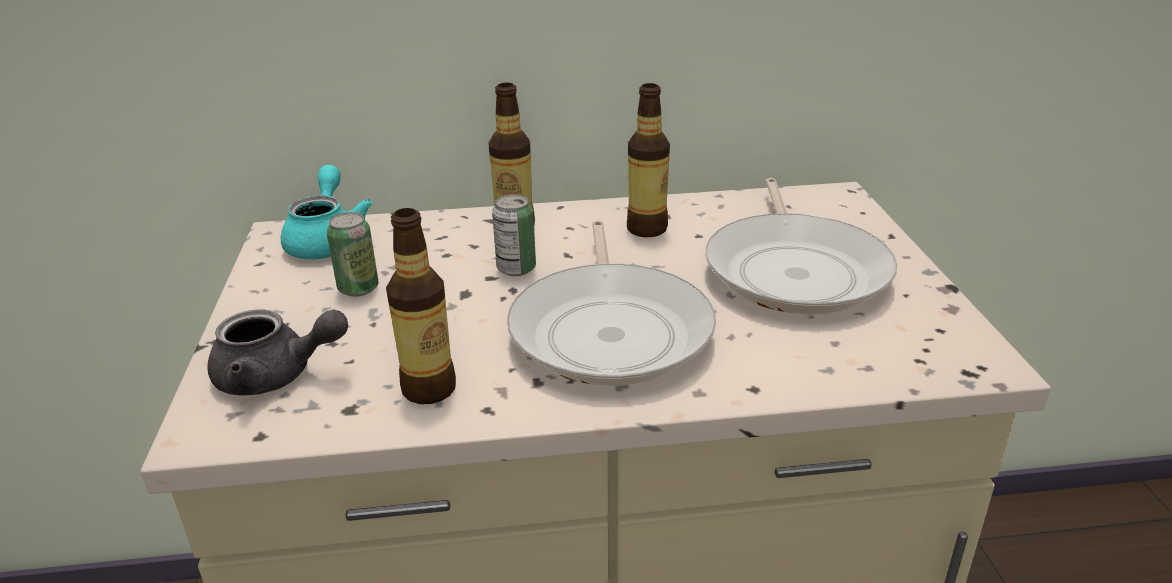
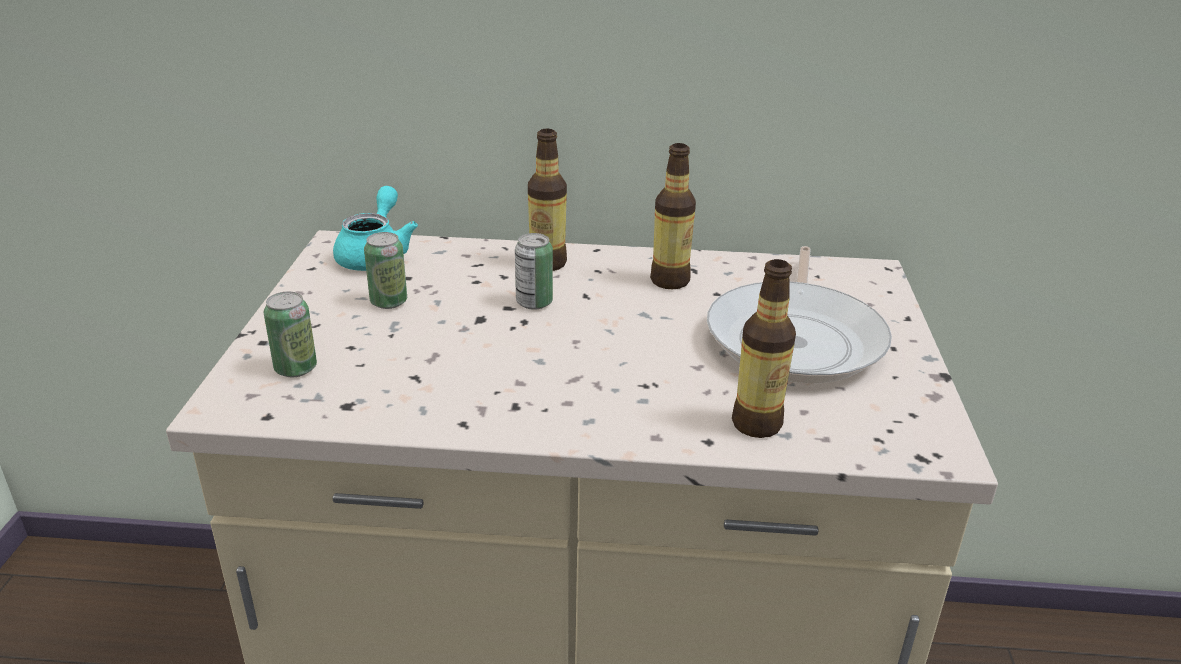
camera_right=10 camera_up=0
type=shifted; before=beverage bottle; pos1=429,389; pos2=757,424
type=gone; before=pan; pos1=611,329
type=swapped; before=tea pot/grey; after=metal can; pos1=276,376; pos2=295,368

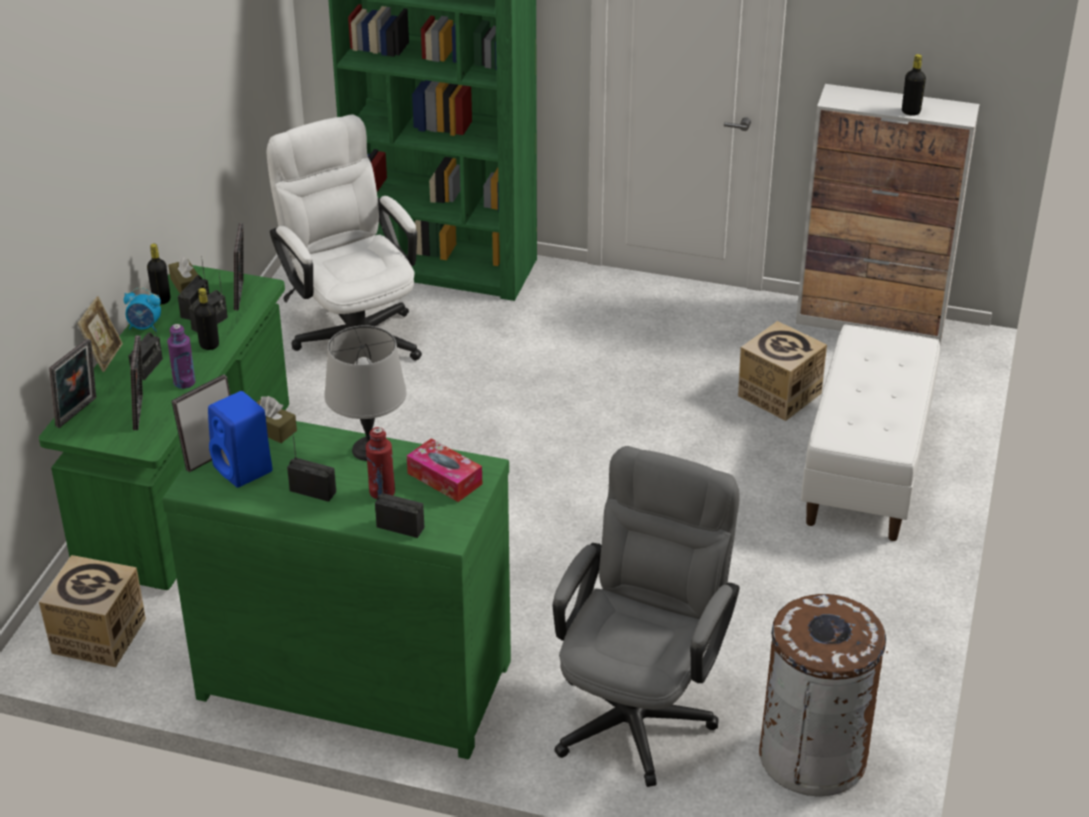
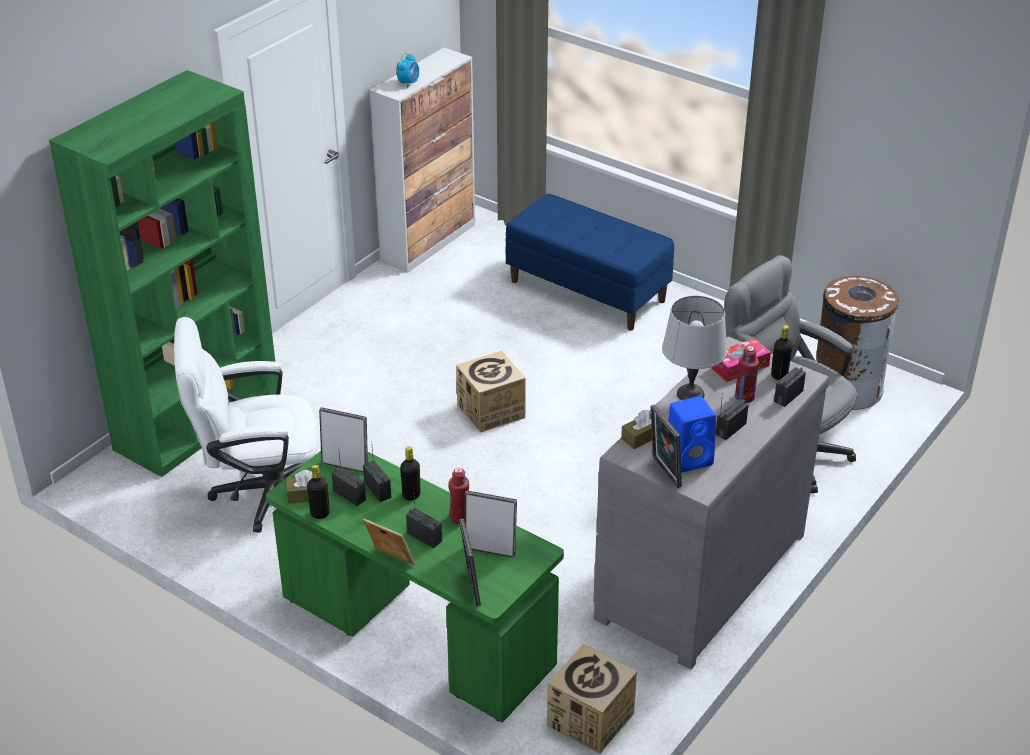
camera_right=-70 camera_up=0
type=shifted; before=beverage bottle/black; pos1=911,112; pos2=779,375
type=shifted; before=alarm clock; pos1=145,327; pos2=408,83
type=shifted; before=cardboard box; pos1=779,394; pos2=491,411
type=repainted; before=beverage bottle/purple; after=beverage bottle/red-coloured; pos1=184,382; pos2=459,518
type=repainted; before=indoor bench/white; after=indoor bench/bluish; pos1=867,470; pos2=588,291
type=rotated; before=photo frame; pos1=79,413; pos2=470,588; turn=-150
type=repainted; before=chest of drawers/green; after=chest of drawers/grey; pos1=356,675; pos2=697,575

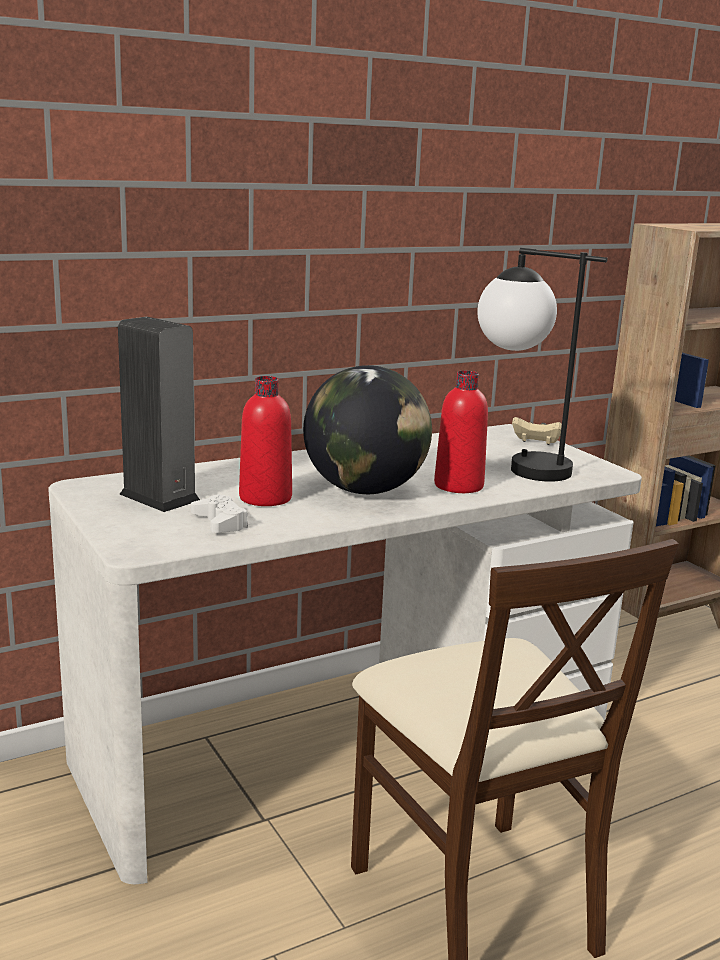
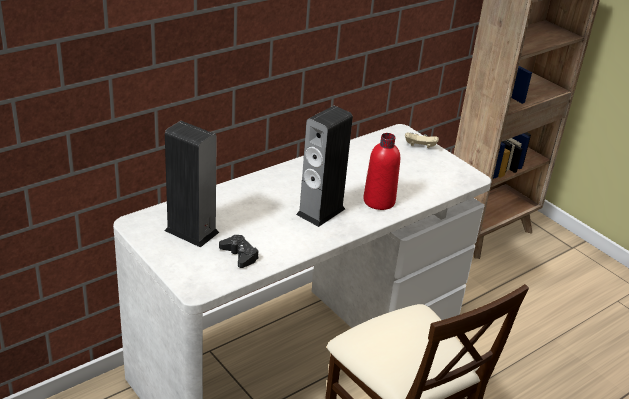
camera_right=-10 camera_up=15
type=gone; before=table lamp; pos1=517,466
type=swapped; before=world globe; after=loudspeaker; pos1=364,490; pos2=320,211
type=gone; before=beverage bottle/red-coloured; pos1=265,498
type=repainted; before=game controller/white; after=game controller/black; pos1=220,522; pos2=239,255

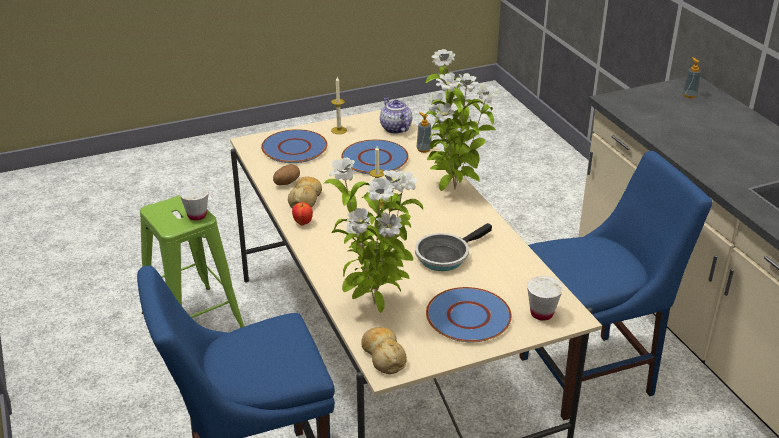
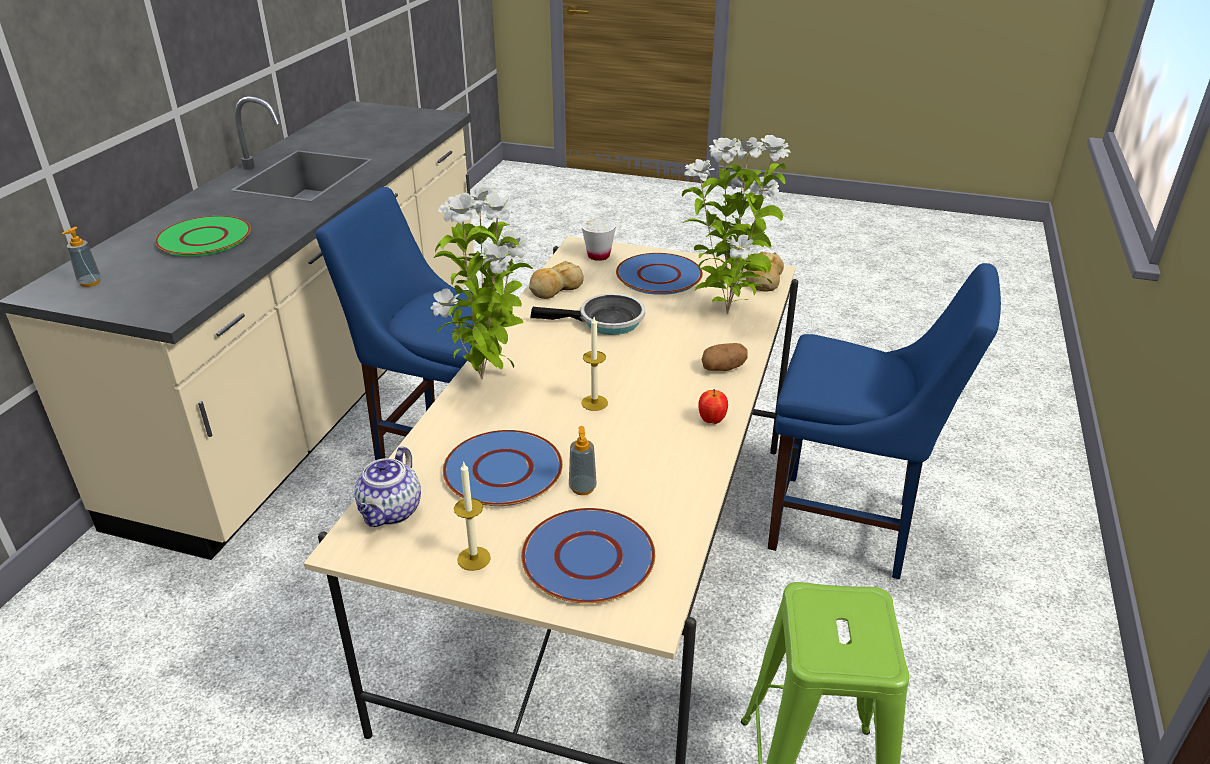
camera_right=-140 camera_up=0
type=shifted; before=soap bottle; pos1=423,149; pos2=582,488
type=shifted; before=spud; pos1=286,182; pos2=723,368
type=shifted; before=bakery bread; pos1=305,199; pos2=555,288
type=gone; before=small cup/white; pos1=197,215
type=new; after=dinner plate/green; pos2=203,238

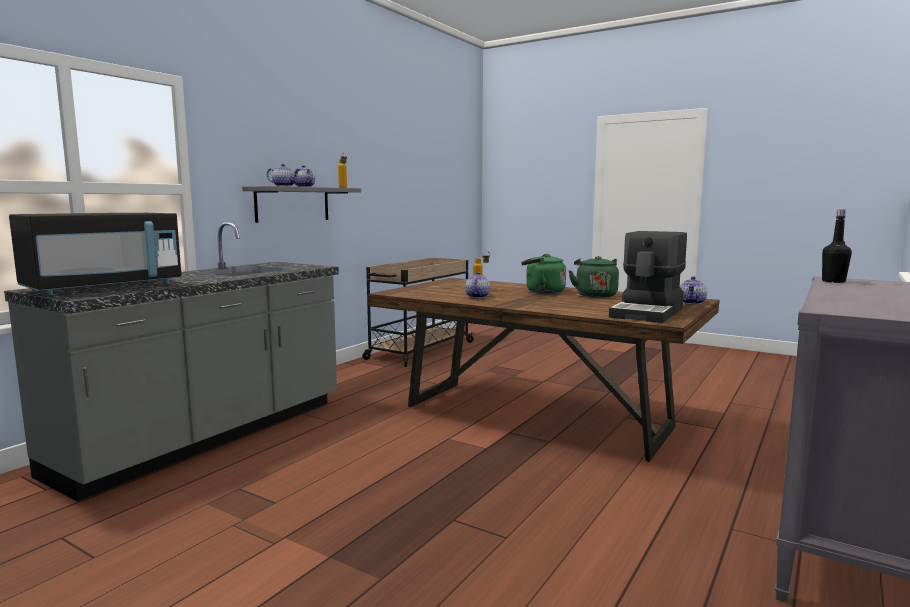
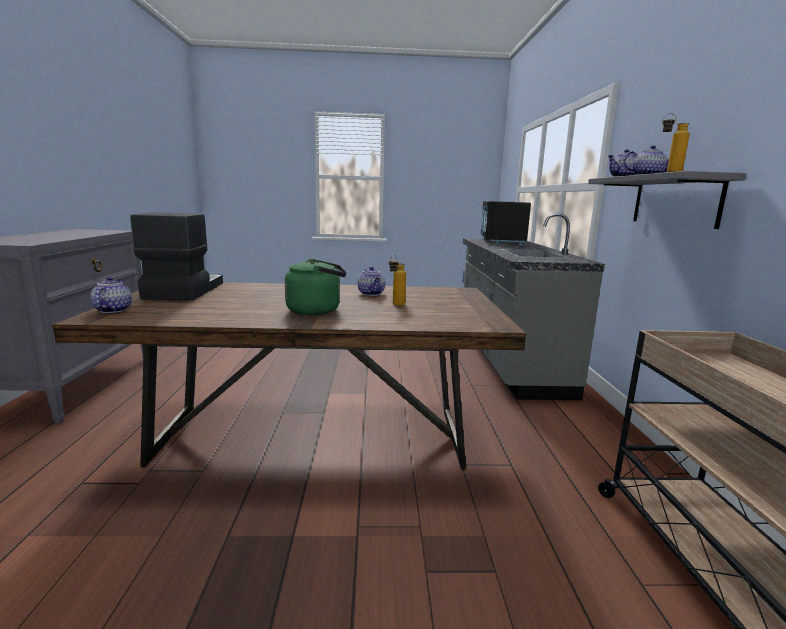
camera_right=145 camera_up=5
type=gone; before=beverage bottle/black; pos1=833,281
type=gone; before=kettle/green; pos1=595,295

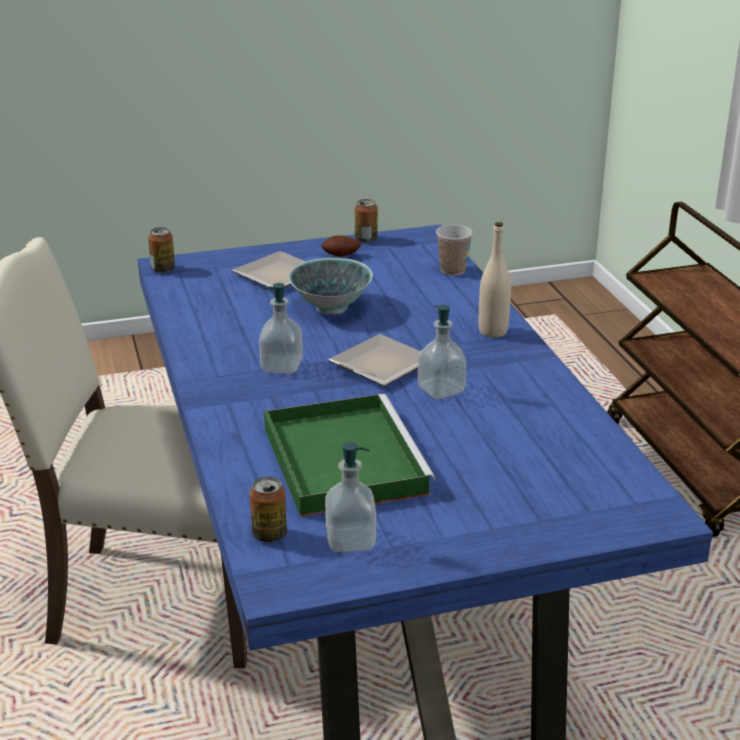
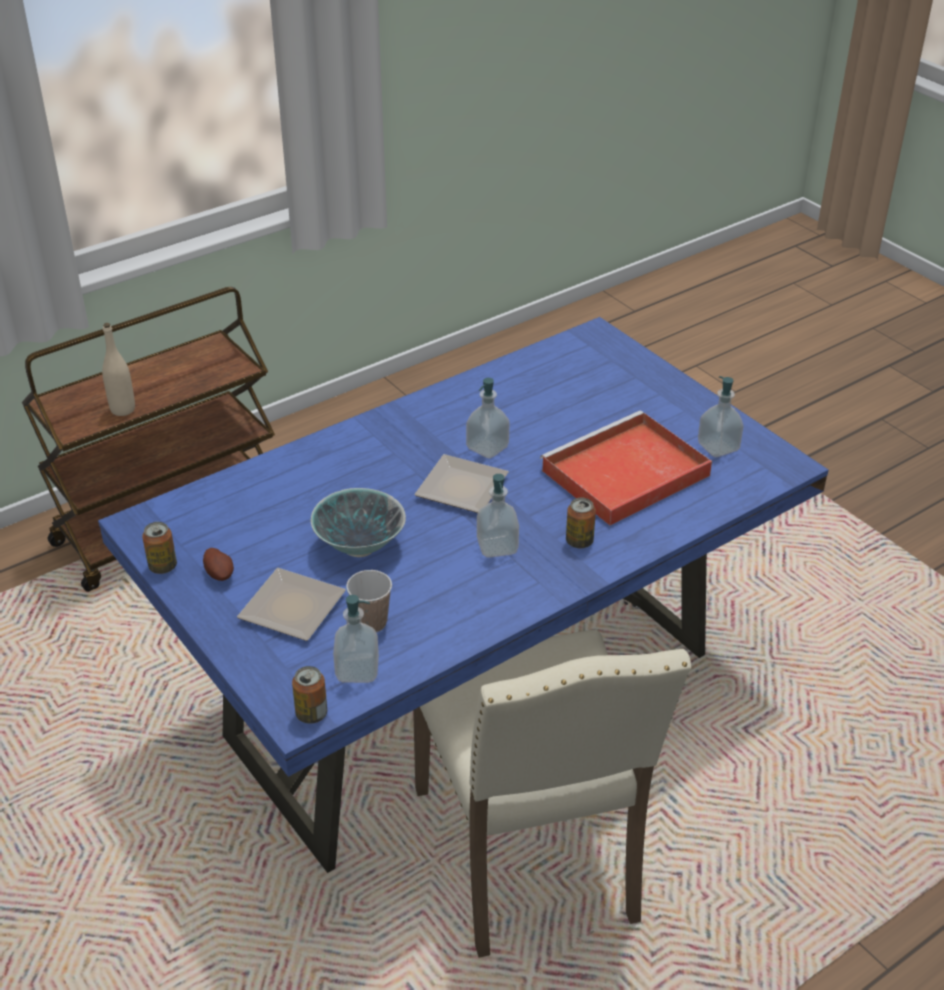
camera_right=-110 camera_up=10
type=shifted; before=beverage bottle/sand-coloured; pos1=493,331; pos2=123,409
type=shifted; before=small cup; pos1=452,270; pos2=371,623
type=repainted; before=carrying tray/green; after=carrying tray/red-coloured; pos1=342,458; pos2=623,474
type=shifted; before=metal can; pos1=269,535; pos2=579,541
type=new; after=soap bottle; pos2=357,670

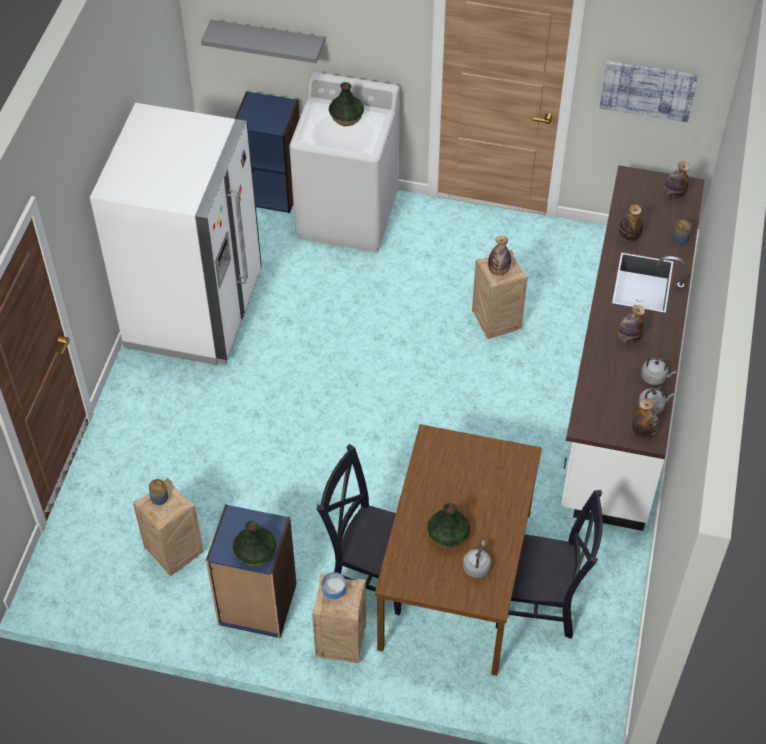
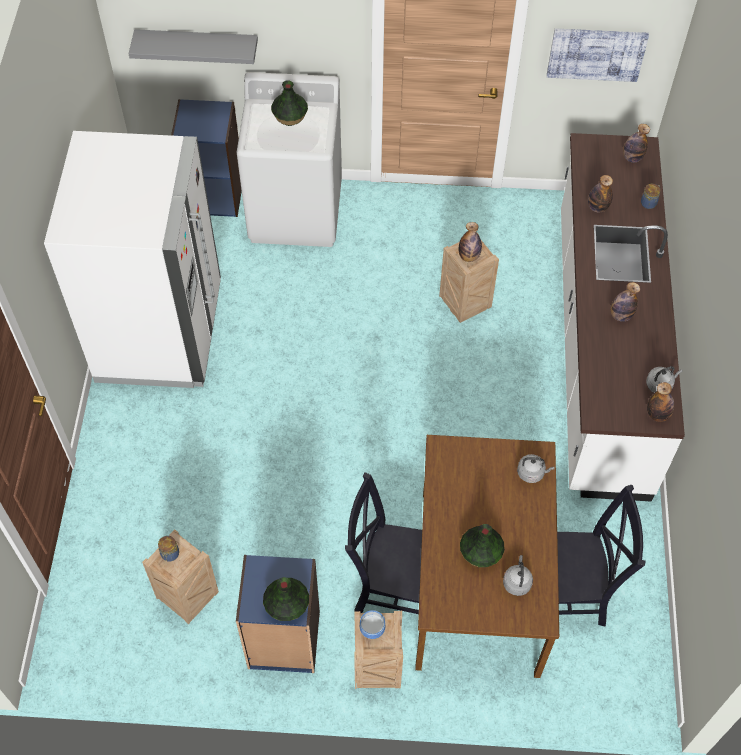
camera_right=-10 camera_up=5
type=shifted; before=kettle/grey; pos1=655,377; pos2=532,473

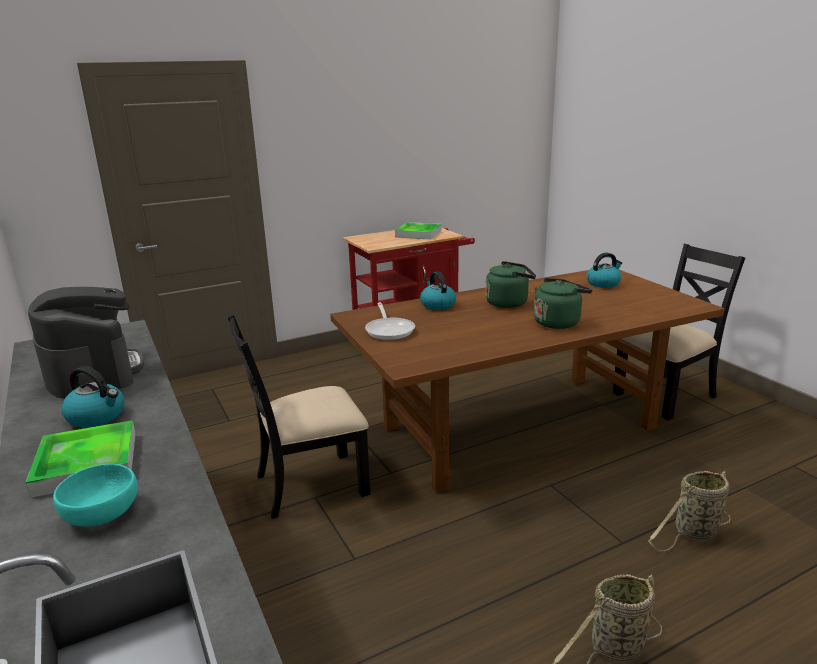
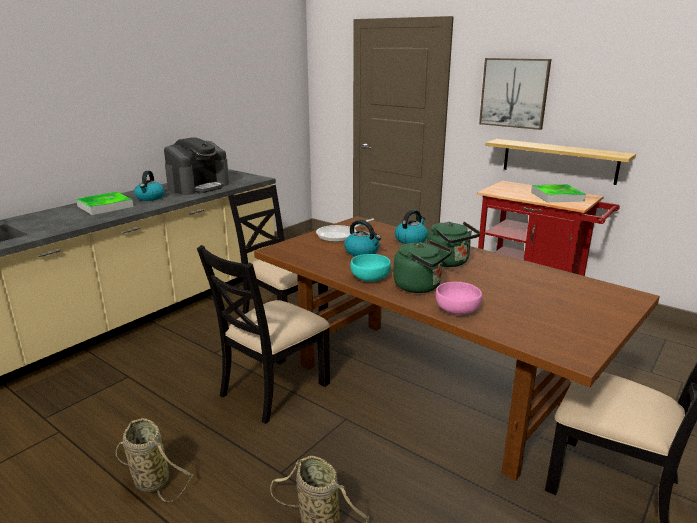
camera_right=65 camera_up=0
type=shifted; before=kettle; pos1=603,283; pos2=362,252
type=shifted; before=serving bowl/turquoise-coloured; pos1=100,513; pos2=369,277
type=new; after=wall picture; pos2=514,93
type=new; after=bracket shelf; pos2=559,161
type=new; after=chair/black; pos2=273,389
type=new; after=serving bowl/pinkish; pos2=456,309

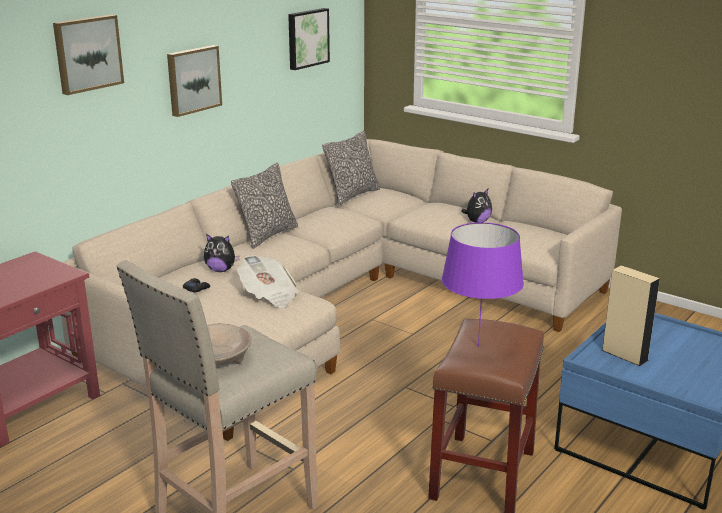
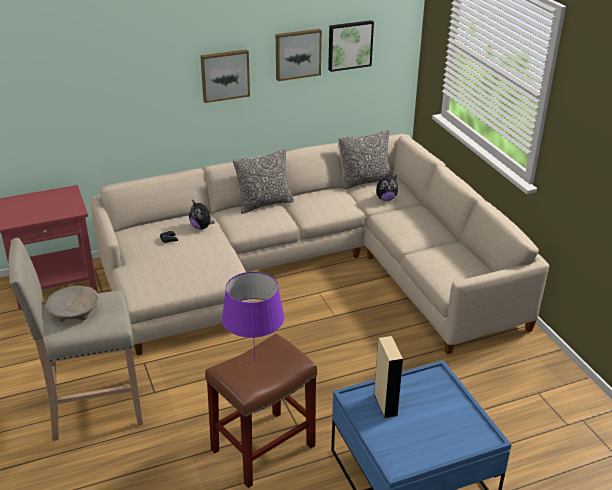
camera_right=30 camera_up=10
type=shifted; before=wall picture; pos1=87,53; pos2=297,54
type=shifted; before=soft toy; pos1=477,222; pos2=386,199
type=gone; before=daily paper; pos1=269,296

